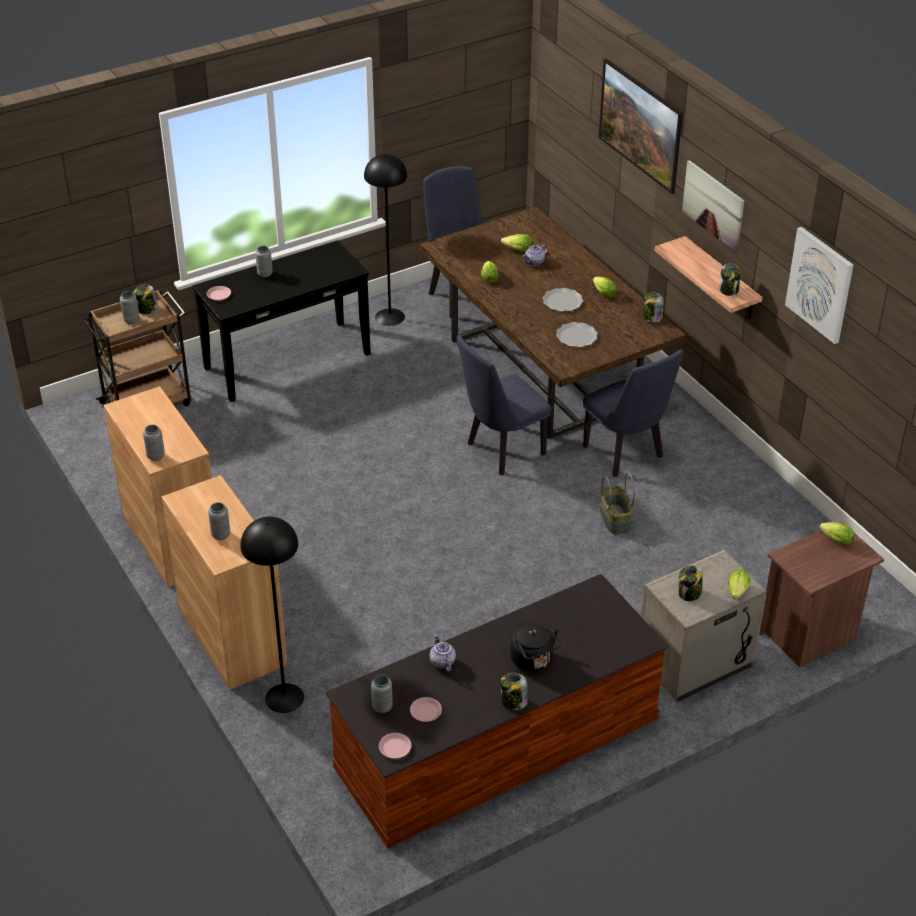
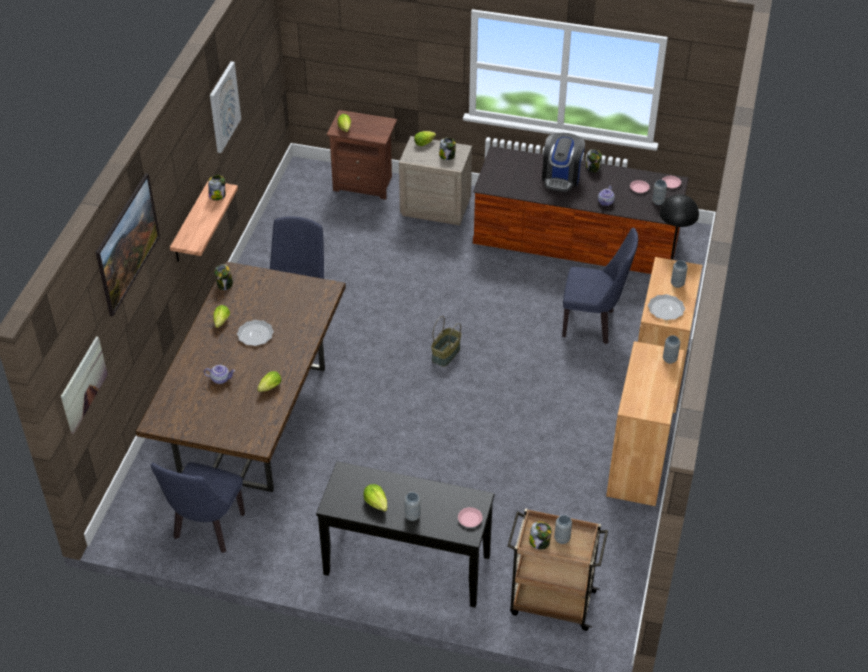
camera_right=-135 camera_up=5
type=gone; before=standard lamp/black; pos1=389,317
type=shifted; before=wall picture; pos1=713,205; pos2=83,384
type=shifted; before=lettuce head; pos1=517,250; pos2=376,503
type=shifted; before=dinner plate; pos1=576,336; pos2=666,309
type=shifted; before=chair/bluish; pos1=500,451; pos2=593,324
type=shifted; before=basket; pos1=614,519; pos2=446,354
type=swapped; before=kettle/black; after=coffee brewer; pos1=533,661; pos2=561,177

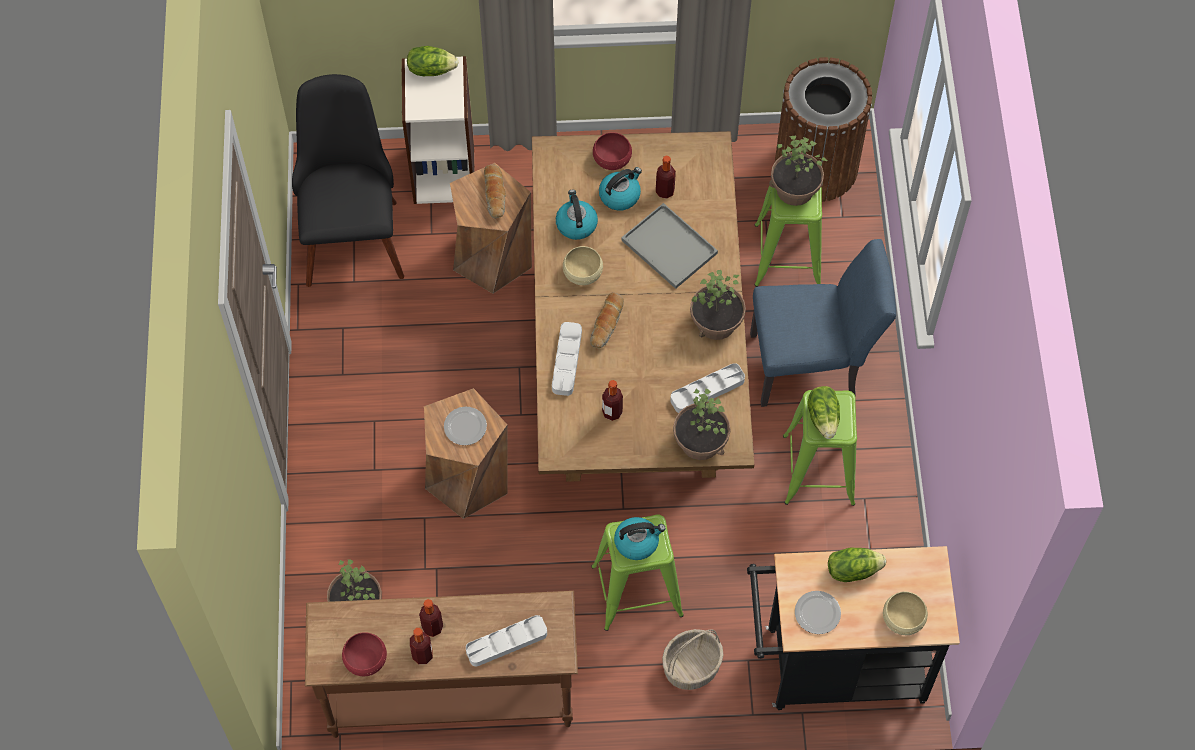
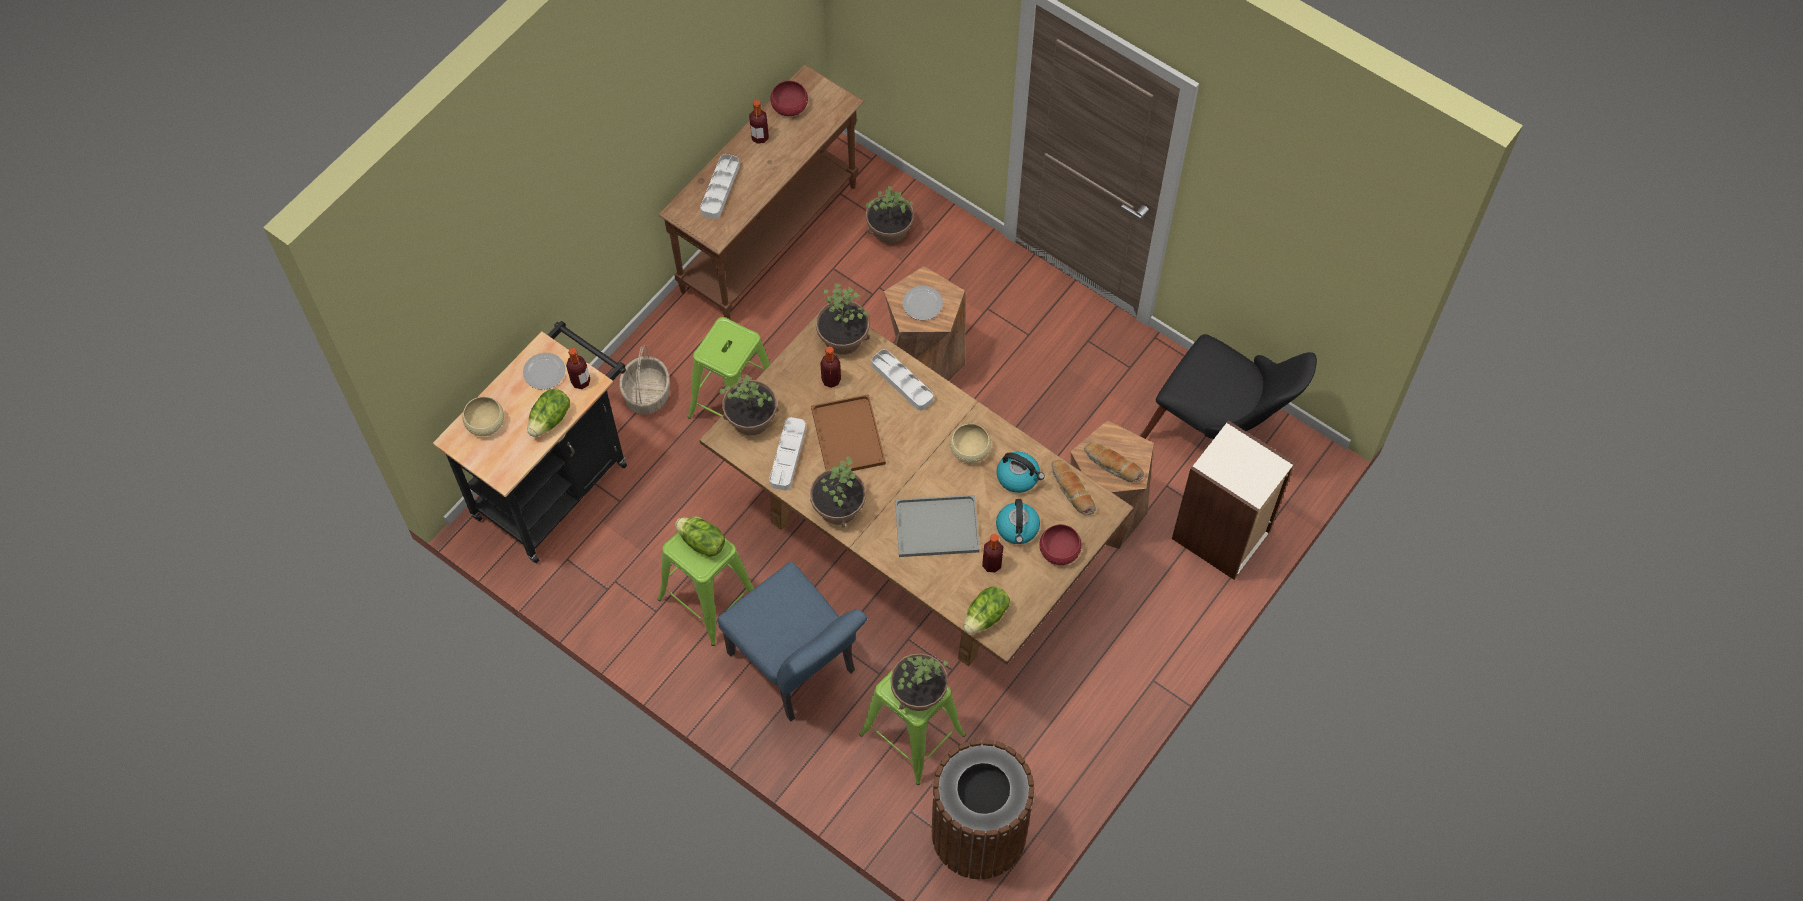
camera_right=130 camera_up=0
type=shifted; before=lettuce head; pos1=431,69; pos2=986,616
type=rotated; before=chair/bluish; pos1=812,365; pos2=798,669; turn=-75
type=shifted; before=bakery bread; pos1=607,324; pos2=1071,490
type=gone; before=kettle; pos1=637,542
type=shifted; before=beverage bottle; pos1=432,627; pos2=581,381
type=new; after=plant in a pot; pos2=843,338
type=new; after=carrying tray/brownish; pos2=846,434

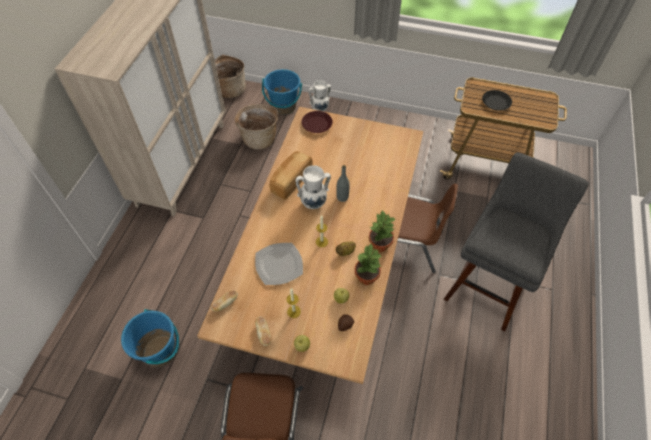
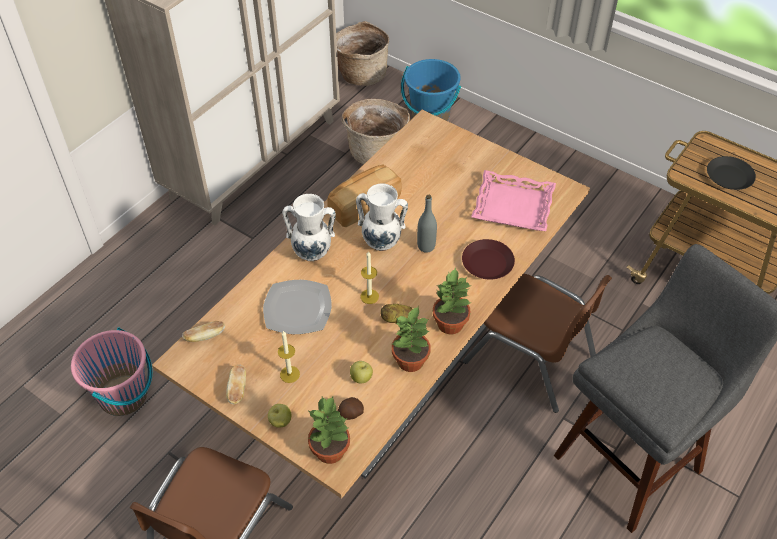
camera_right=20 camera_up=-5
type=shifted; before=vase/white; pos1=320,109; pos2=313,254
type=shifted; before=dinner plate/brownish; pos1=317,125; pos2=487,264
type=repainted; before=water bucket/bluish; after=water bucket/pinkish; pos1=160,351; pos2=124,395
type=new; after=carrying tray/pinkish; pos2=513,207
type=new; after=plant in a pot; pos2=331,450

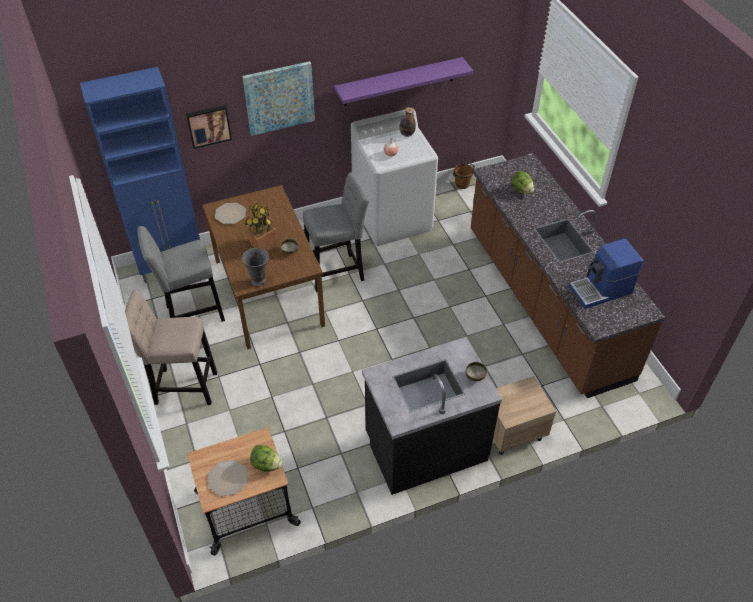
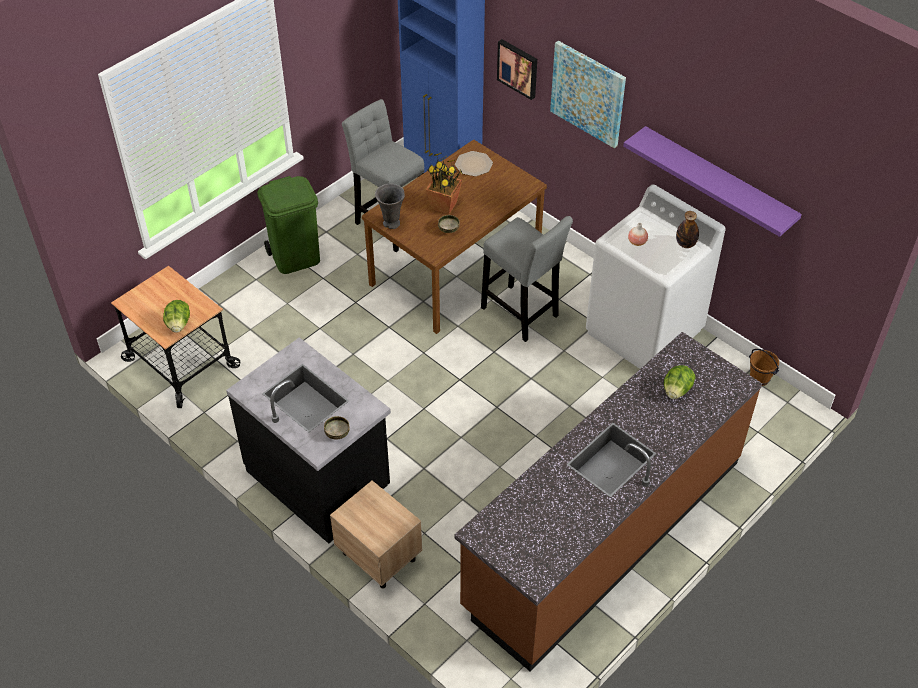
camera_right=65 camera_up=0
type=gone; before=coffee brewer; pos1=601,290
type=swapped; before=stool seat/sand-coloured; after=waste bin/green; pos1=182,387; pos2=296,257
type=gone; before=dinner plate; pos1=228,478

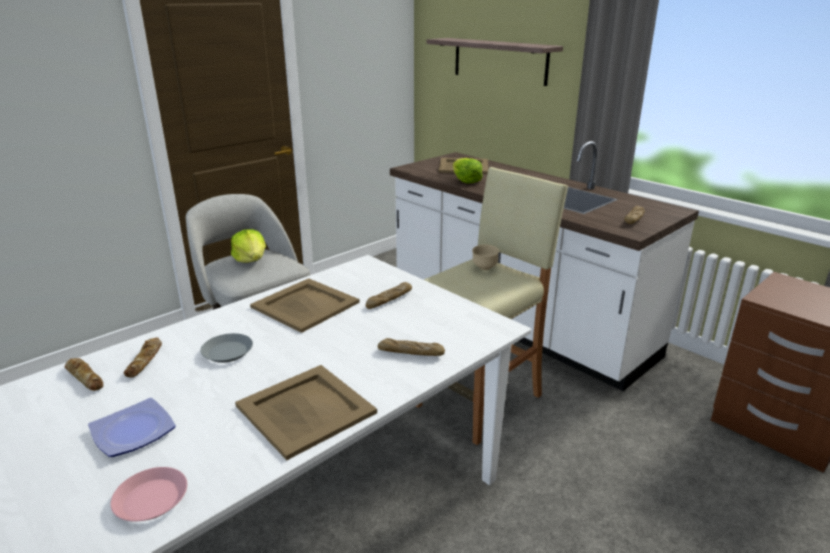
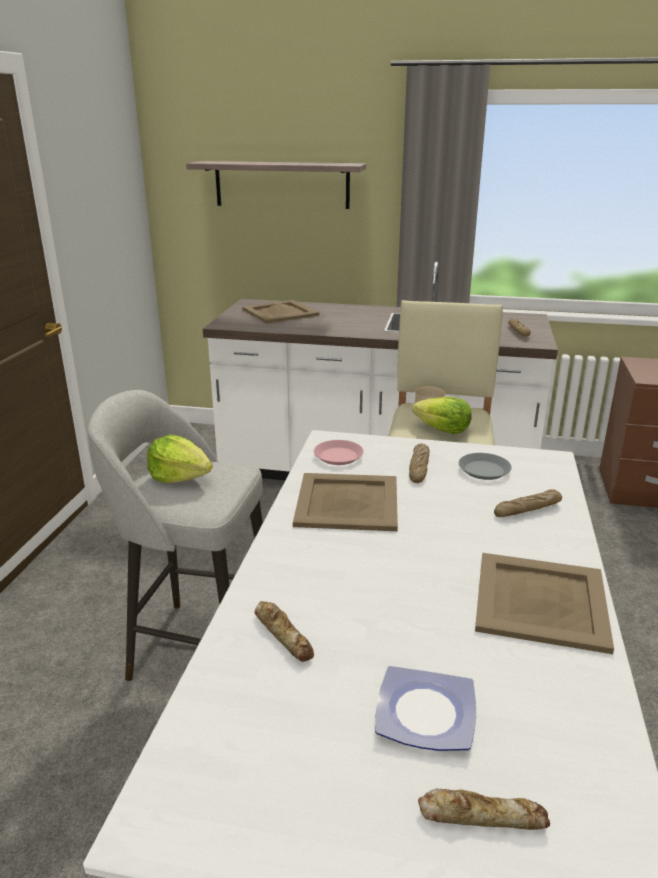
camera_right=-35 camera_up=0
type=shifted; before=lettuce head; pos1=465,181; pos2=443,430
type=shifted; before=dinner plate/grey; pos1=227,352; pos2=484,470
type=shifted; before=bakery bread; pos1=86,377; pos2=481,815
type=shifted; before=dinner plate/pinkish; pos1=152,499; pos2=338,456

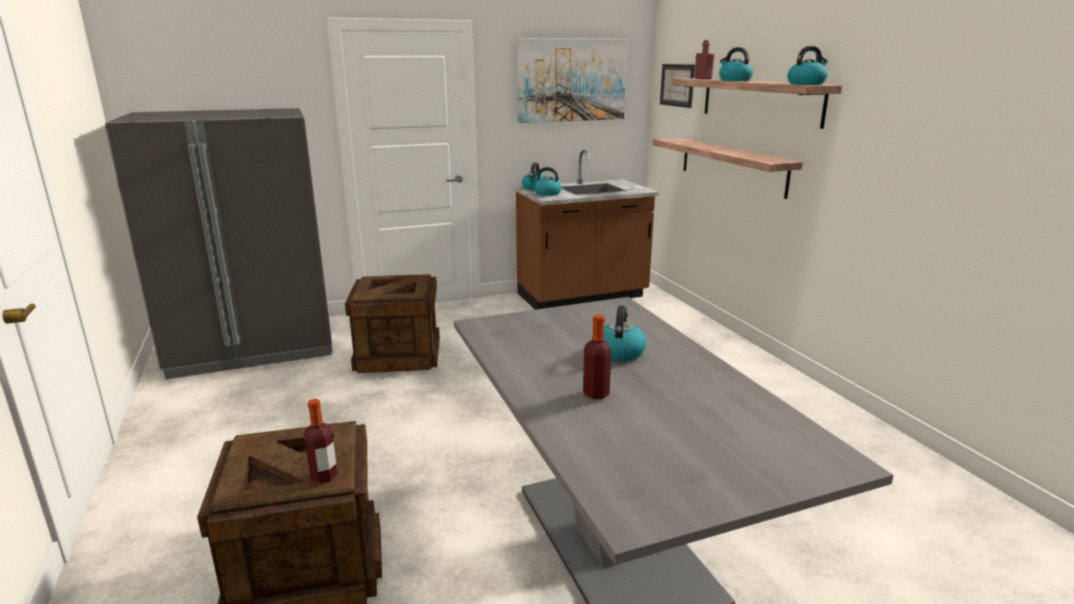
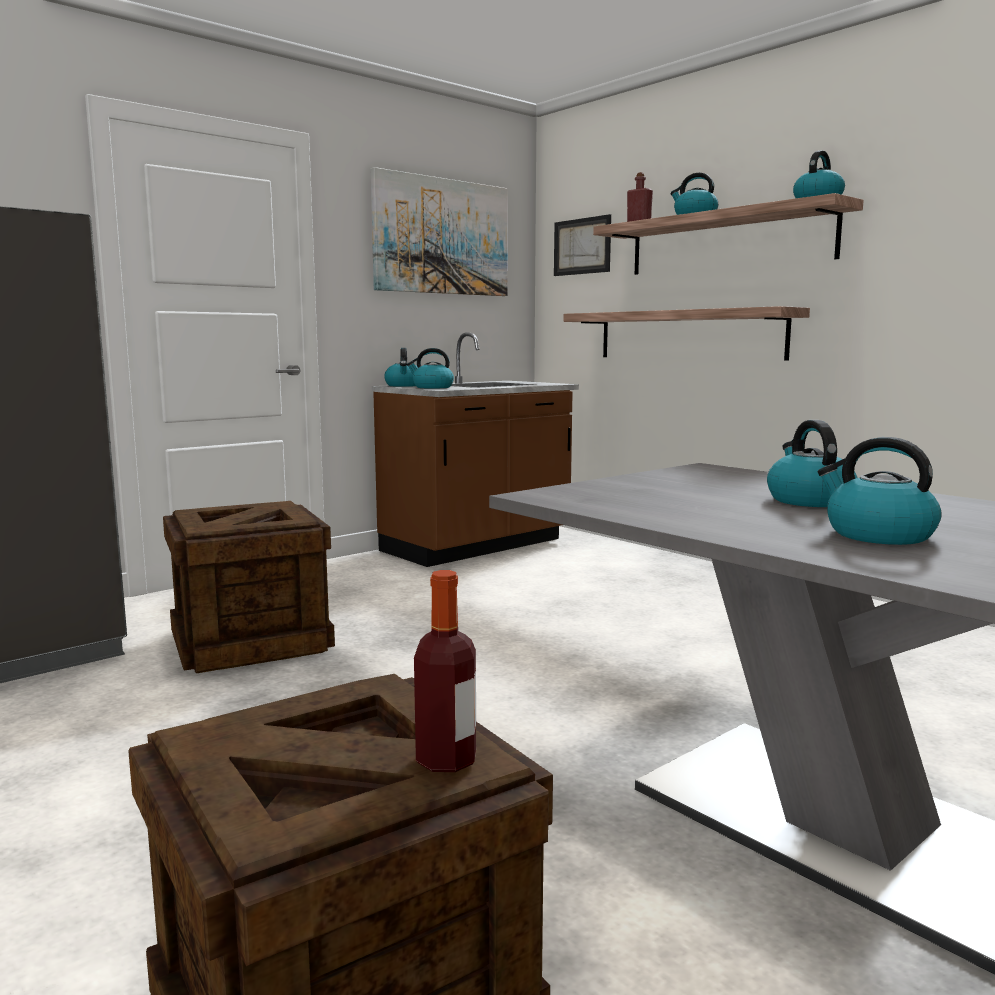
camera_right=-20 camera_up=-10
type=swapped; before=beverage bottle; after=kettle; pos1=596,394; pos2=877,535

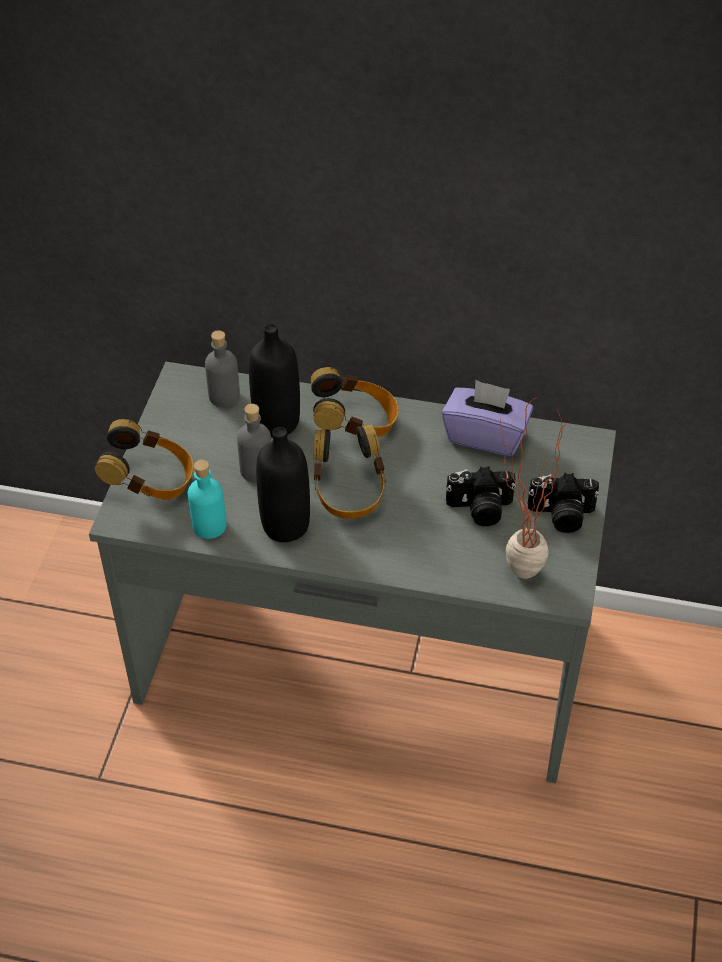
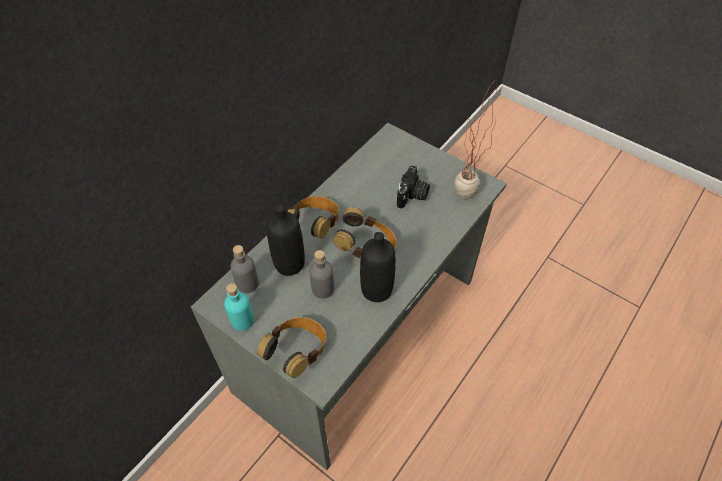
camera_right=-65 camera_up=5
type=gone; before=box of tissues/purple; pos1=485,435
type=shifted; before=beverage bottle/turquoise-coloured; pos1=209,526; pos2=242,320
type=gone; before=still camera; pos1=561,516

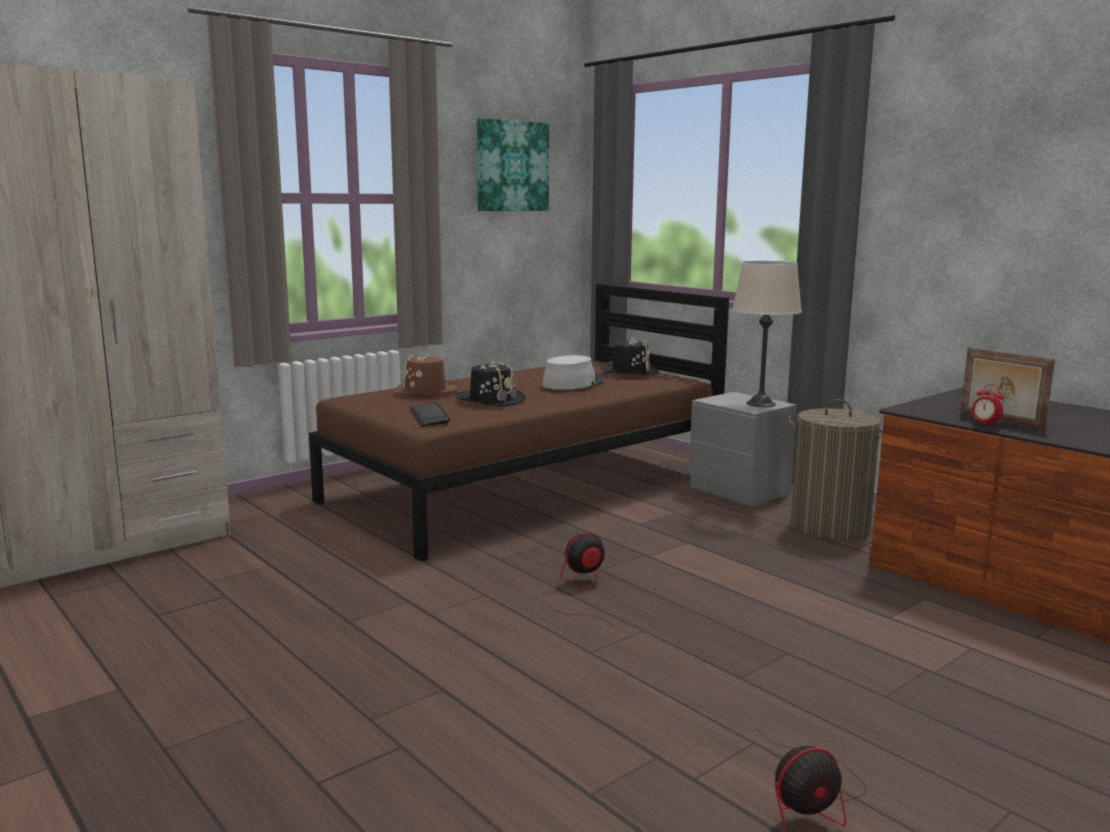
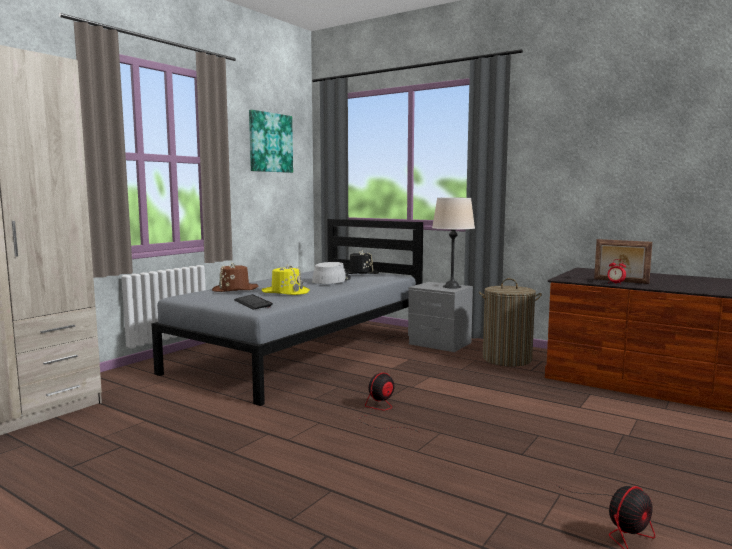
camera_right=-15 camera_up=-5
type=repainted; before=bedroom bed/brownish; after=bedroom bed/grey; pos1=527,487; pos2=304,352
type=repainted; before=wearable hat/black; after=wearable hat/yellow-coloured; pos1=490,400; pos2=285,292

